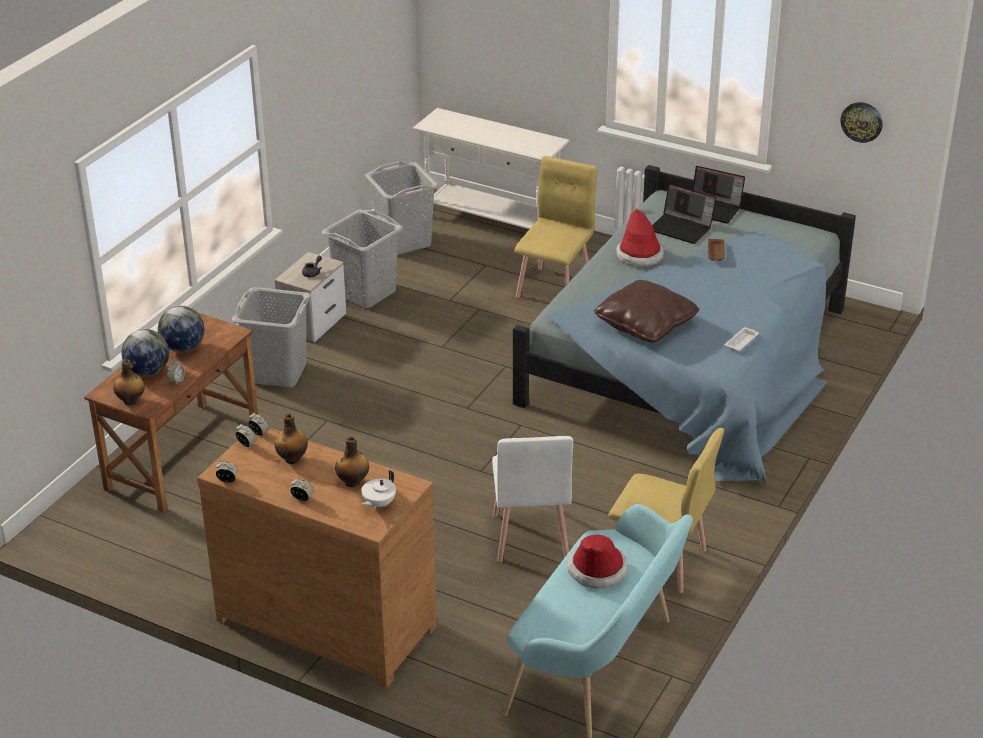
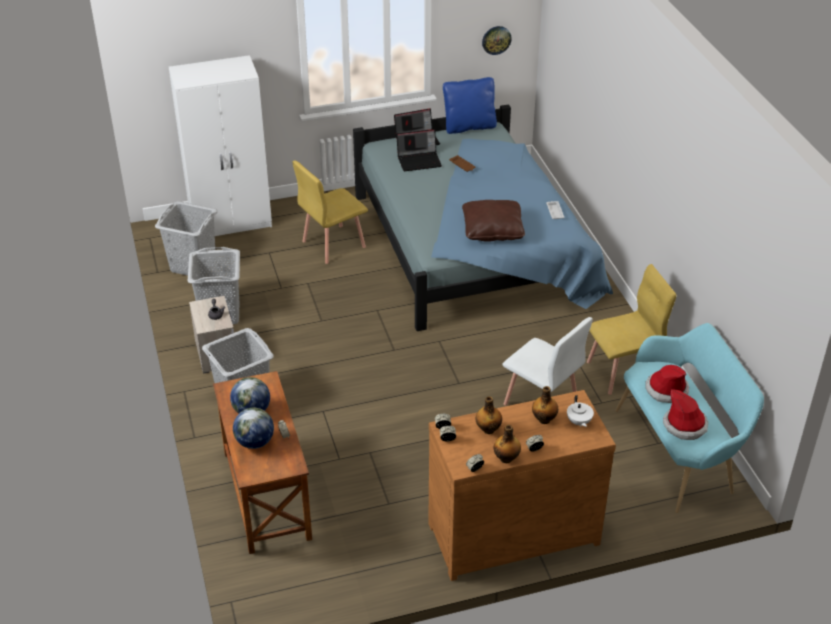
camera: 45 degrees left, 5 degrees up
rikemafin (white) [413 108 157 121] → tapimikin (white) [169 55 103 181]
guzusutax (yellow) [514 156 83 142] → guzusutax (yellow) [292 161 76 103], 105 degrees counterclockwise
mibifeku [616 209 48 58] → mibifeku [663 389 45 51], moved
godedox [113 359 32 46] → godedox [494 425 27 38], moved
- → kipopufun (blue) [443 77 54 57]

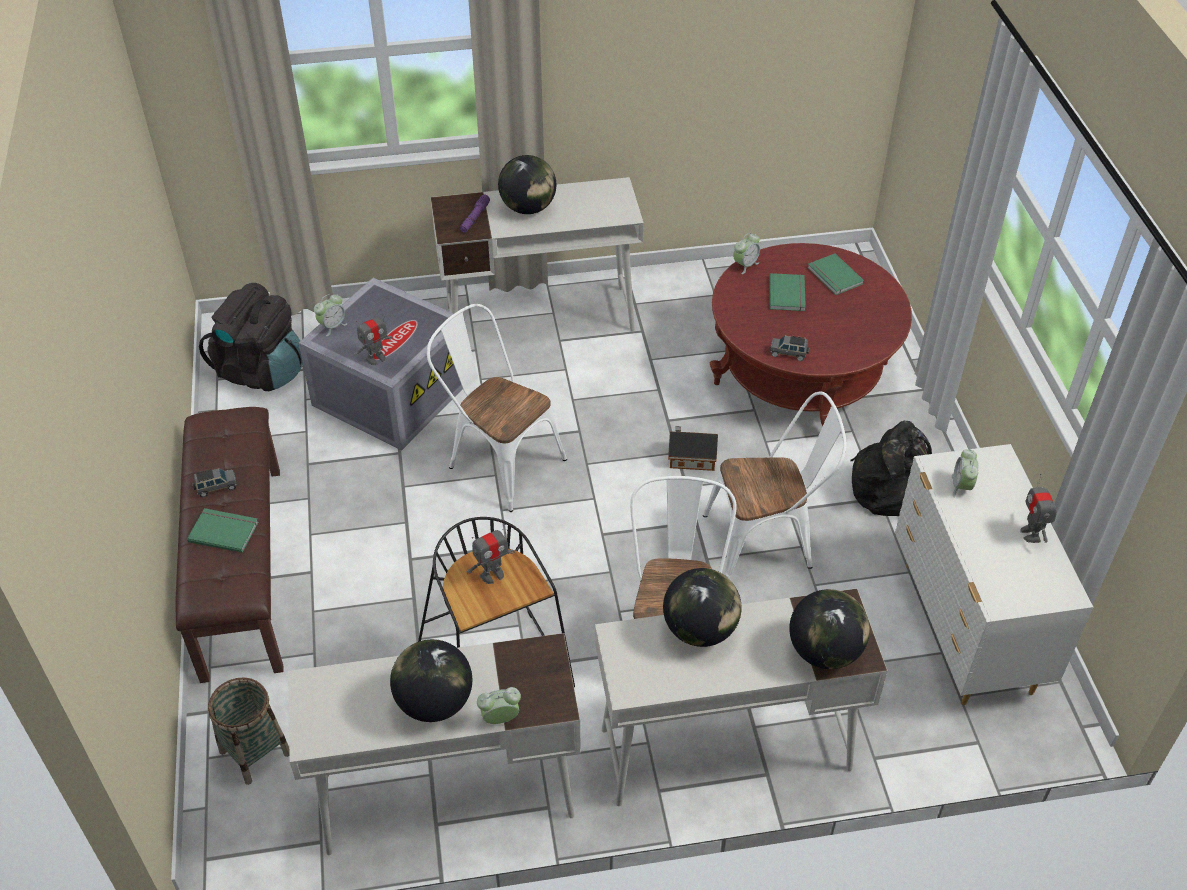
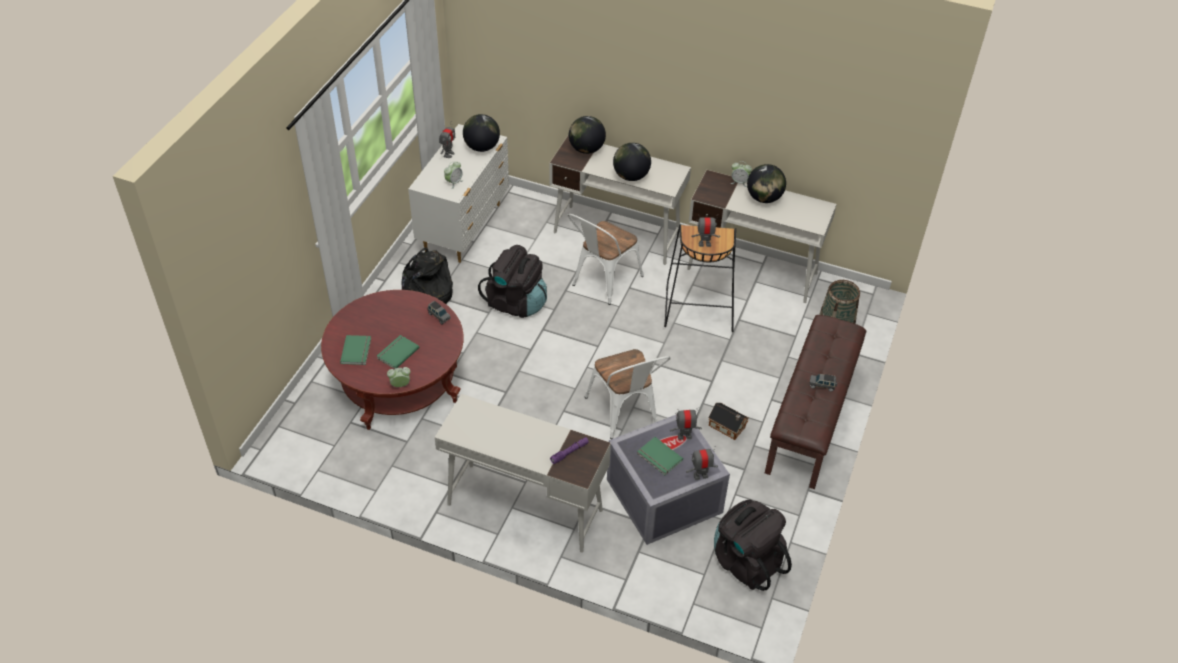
camera: 150 degrees left, 0 degrees up
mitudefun [498 155 58 59] → mitudefun [463 114 37 38], moved
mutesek [314 294 33 42] → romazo [686 446 32 34]
guzusutax (white) [703 391 144 187] → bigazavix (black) [478 245 69 73]
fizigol [668 426 50 45] → fizigol [708 403 40 37], moved
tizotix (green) [187 508 72 45] → tizotix (green) [637 437 46 38], moved

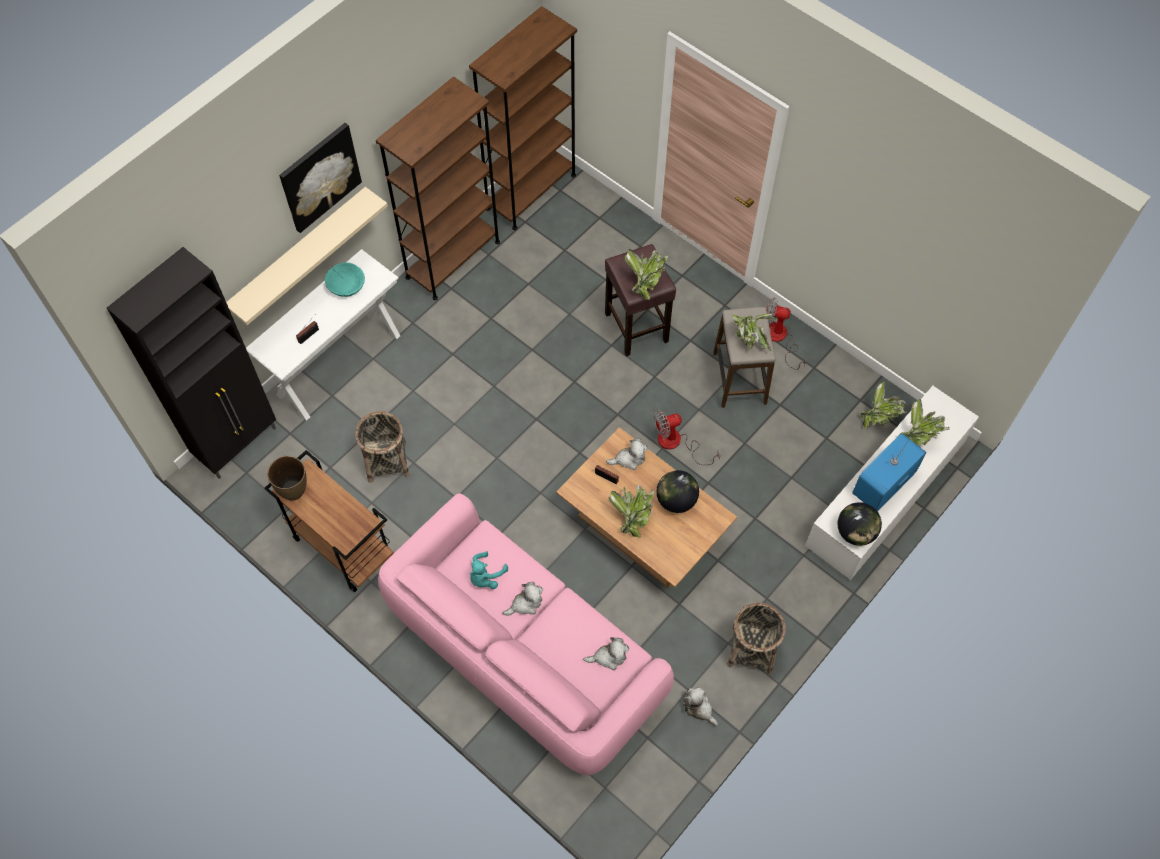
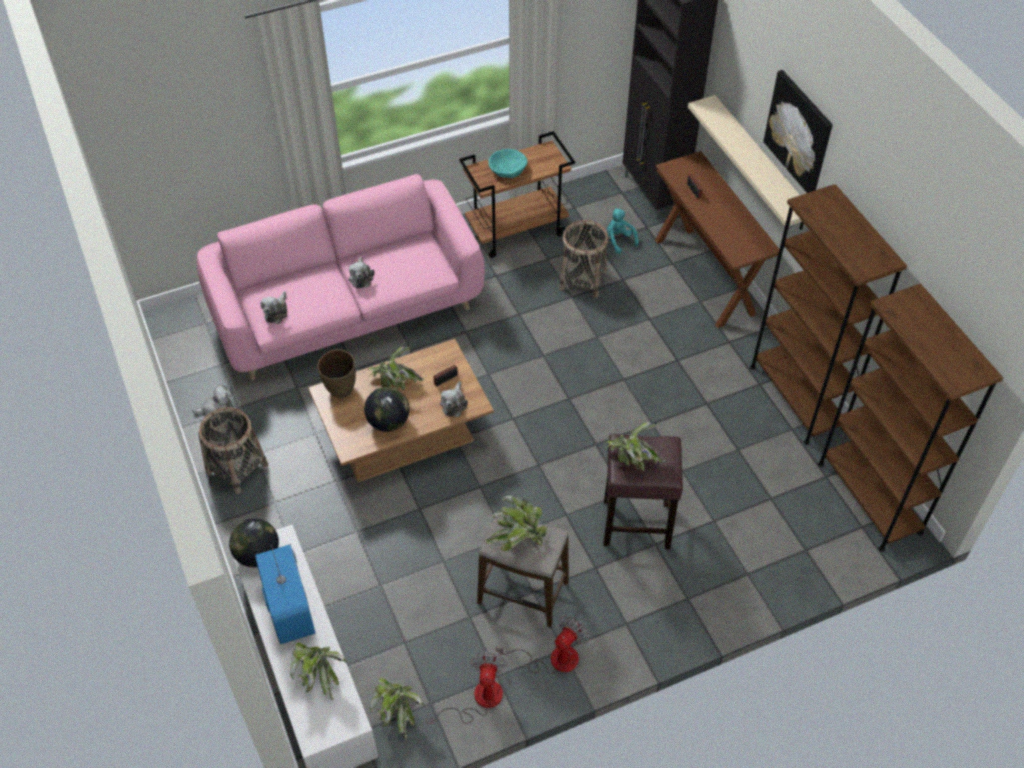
camera: 115 degrees right, 10 degrees down
rikemafin (white) [246 249 154 172] → rikemafin (brown) [655 151 124 177]
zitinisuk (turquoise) [325 262 40 35] → zitinisuk (turquoise) [489 149 39 29], moved
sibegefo [654 410 66 55] → sibegefo [427 652 81 72], moved
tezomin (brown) [267 456 40 44] → tezomin (brown) [317 349 39 49], moved
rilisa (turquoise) [470 551 38 38] → rilisa (turquoise) [607 208 32 46], moved

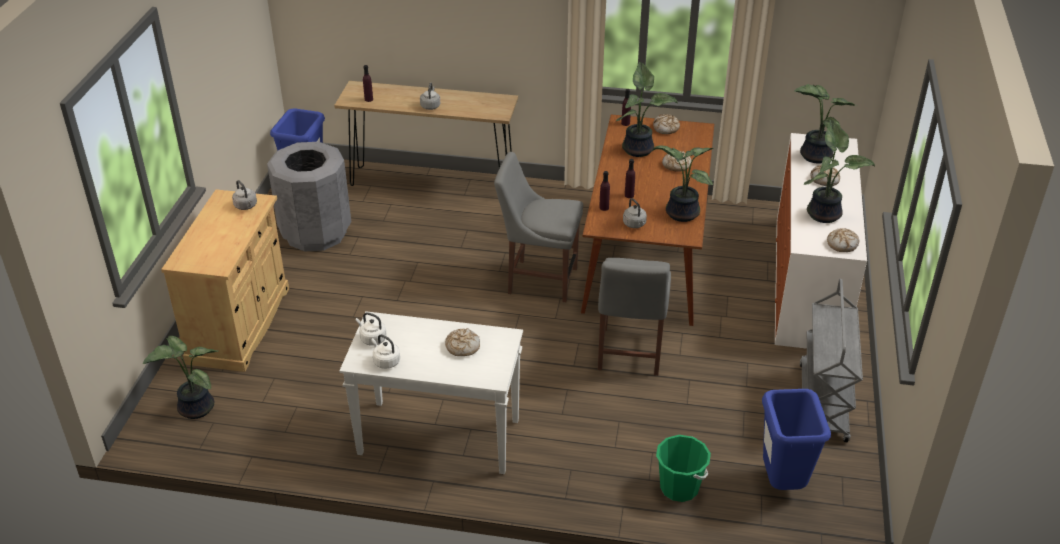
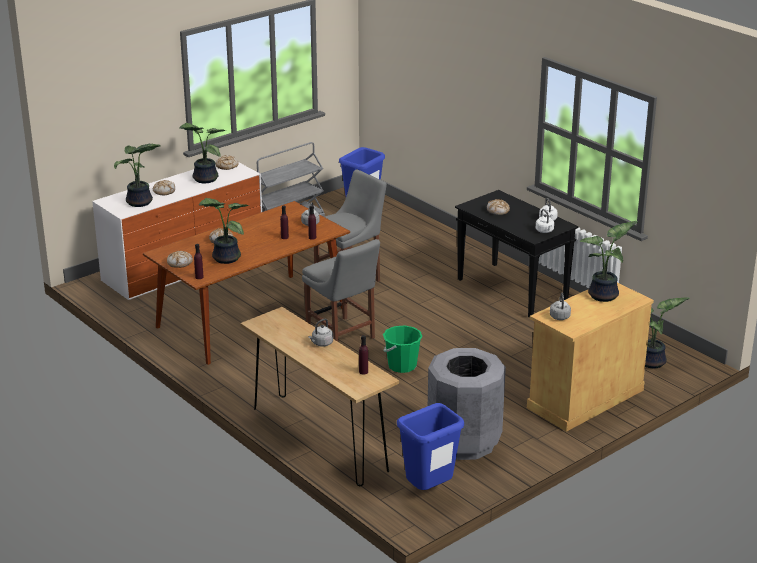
camera: 140 degrees left, 10 degrees down
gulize [653 145 61 77] → gulize [579 221 59 81], moved
rikemafin (white) [339 311 184 163] → rikemafin (black) [455 190 123 128]
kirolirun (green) [656 435 55 67] → kirolirun (green) [383 325 39 48], moved

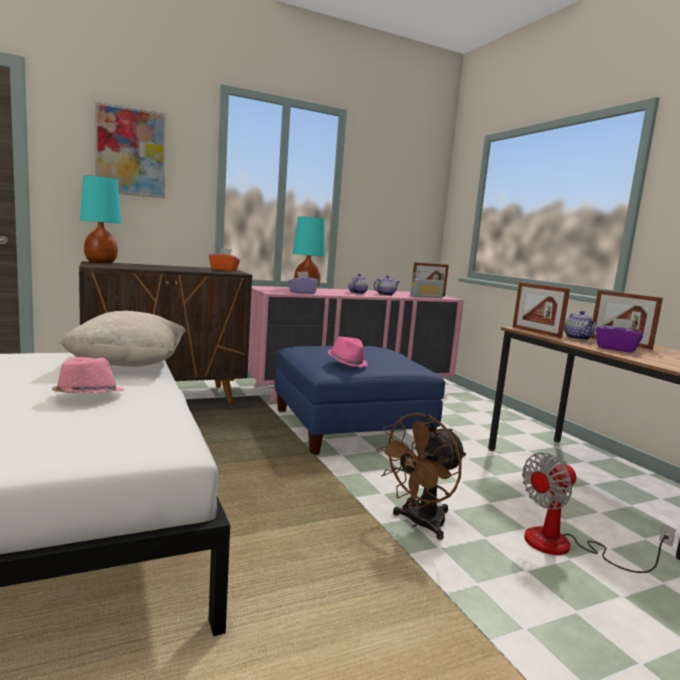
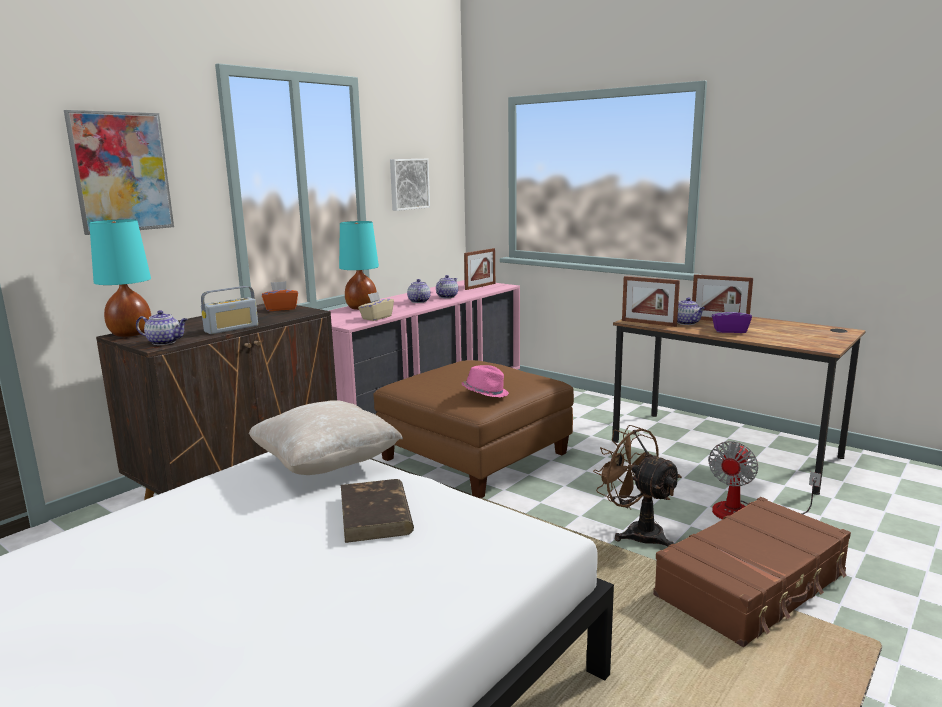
camera: 25 degrees left, 5 degrees up
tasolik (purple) [288 271 31 23] → tasolik (beige) [358 292 36 29]
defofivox [411 271 33 27] → defofivox [201 286 57 48], moved
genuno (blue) [275 346 170 109] → genuno (brown) [373 360 201 138]
mibifeku (pink) [52 357 73 36] → tizotix (brown) [341 479 73 64]
sibegefo (brown) [376 413 90 127] → sibegefo (brown) [593 425 89 122], 120 degrees clockwise
- → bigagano [390 159 40 52]
- → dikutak [136 310 52 35]
- → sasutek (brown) [653 497 198 150]

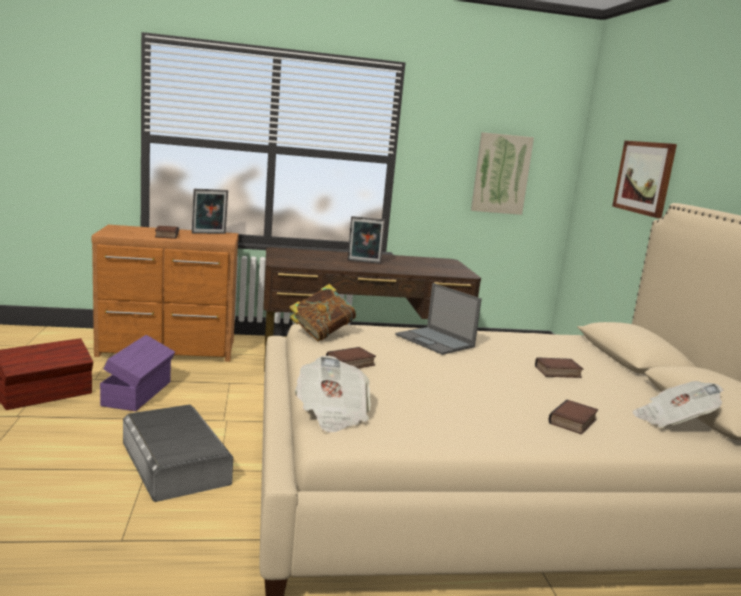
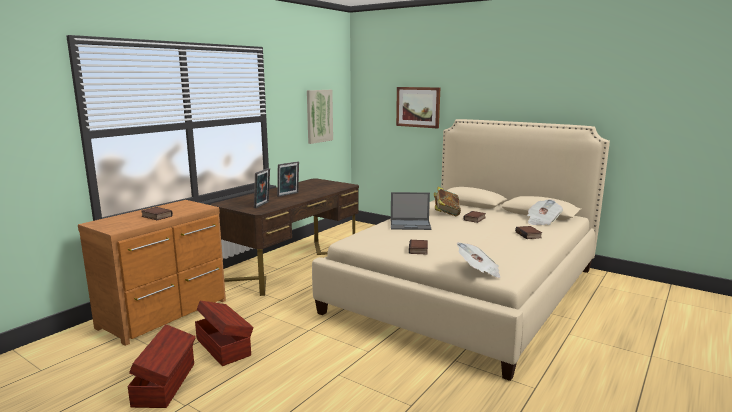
camera: 45 degrees left, 0 degrees up
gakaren [192 189 36 45] → gakaren [254 168 16 40], moved
tizotix [290 284 66 57] → tizotix [434 187 27 29], moved
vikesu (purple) [100 335 75 76] → vikesu (brown) [195 301 59 65]
vikesu (grey) [123 404 110 98] → -

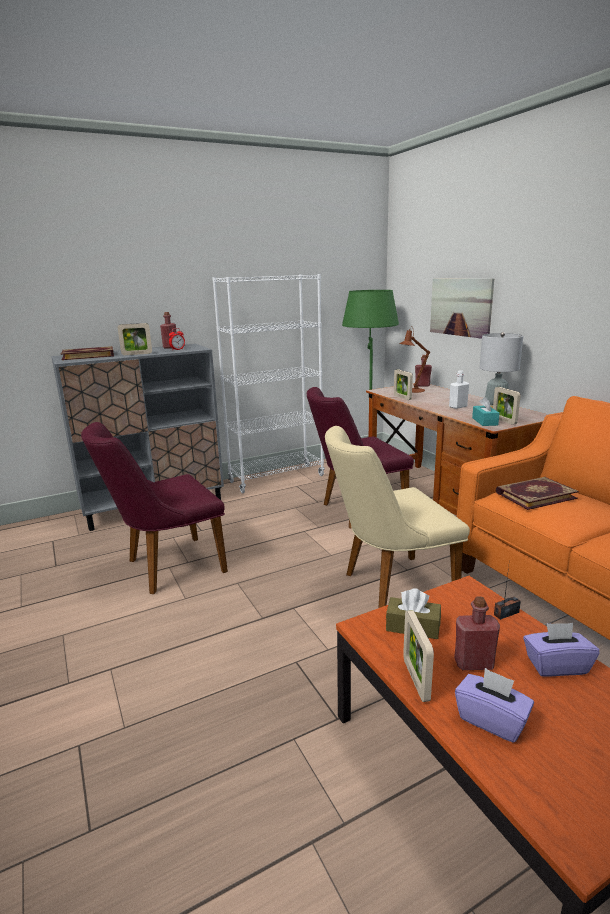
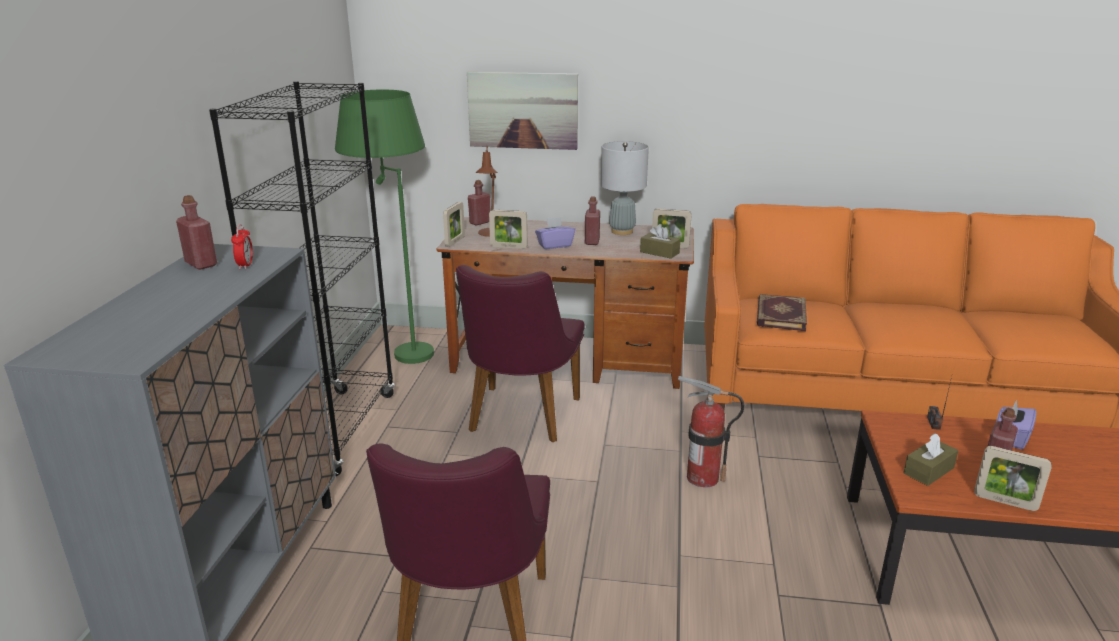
camera: 55 degrees left, 5 degrees up
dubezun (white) [212 274 113 219] → dubezun (black) [209 81 186 395]
gakaren [118 323 34 32] → gakaren [443 202 22 45], moved
tizotix [61 346 53 14] → -
godedox (white) [449 370 20 39] → godedox (red) [585 196 15 49]
tasolik (turquoise) [472 397 27 29] → tasolik (brown) [640 224 41 35]
guzusutax (beige) [325 426 145 182] → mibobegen [678 376 66 111]
tasolik (purple) [455 668 79 75] → tasolik (purple) [535 217 40 32], moved

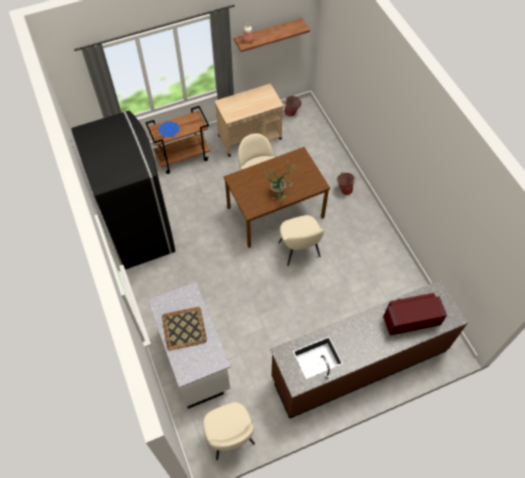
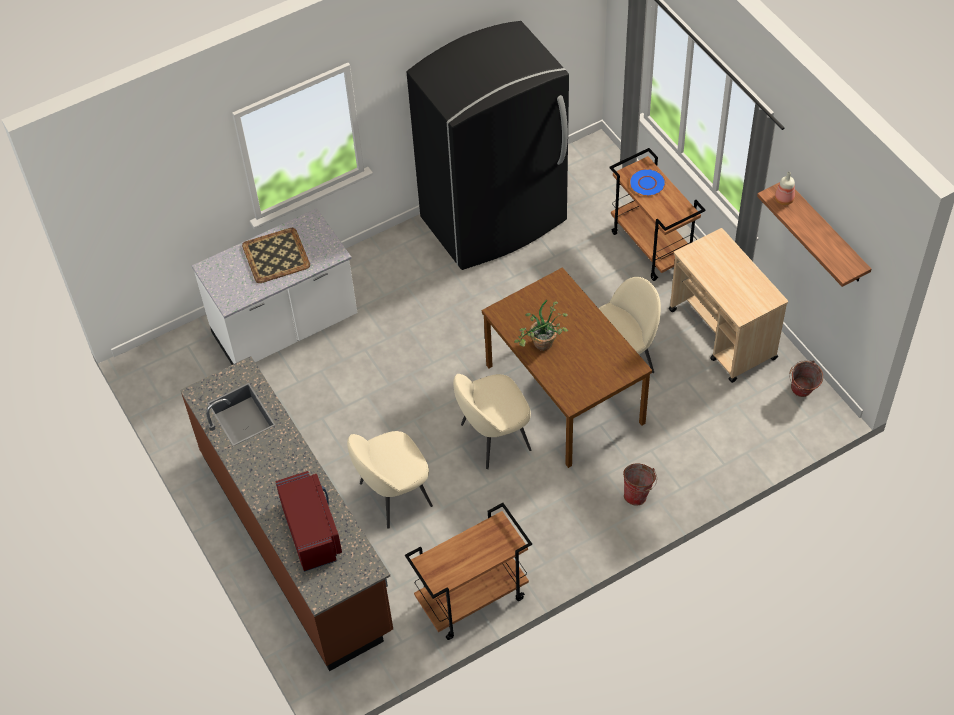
camera: 85 degrees right, 5 degrees down
guzusutax (beige) [203 402 52 58] → guzusutax (beige) [347 431 86 98], moved
- → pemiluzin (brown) [405 503 127 137]

